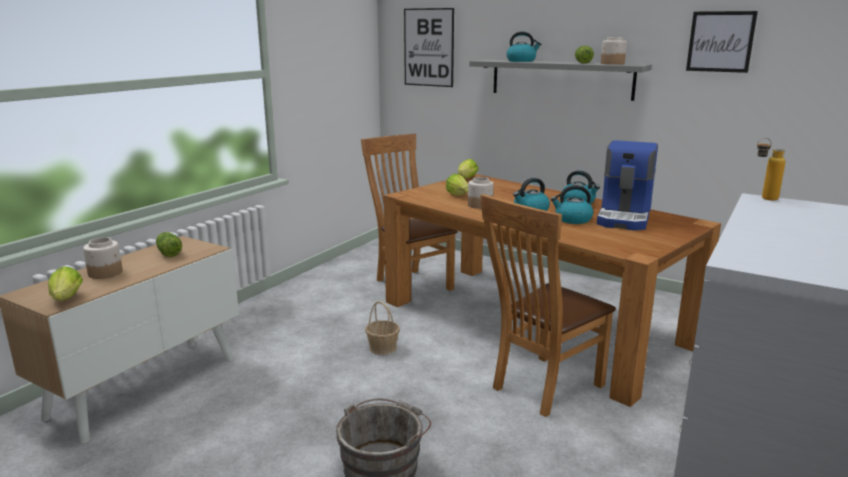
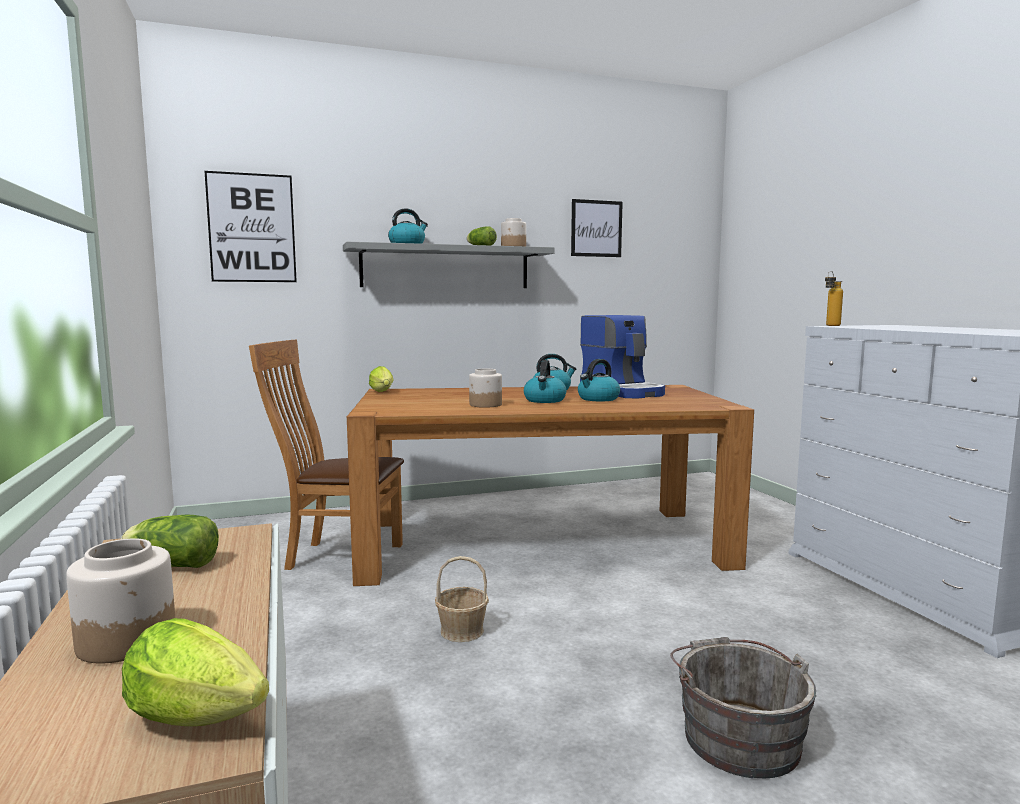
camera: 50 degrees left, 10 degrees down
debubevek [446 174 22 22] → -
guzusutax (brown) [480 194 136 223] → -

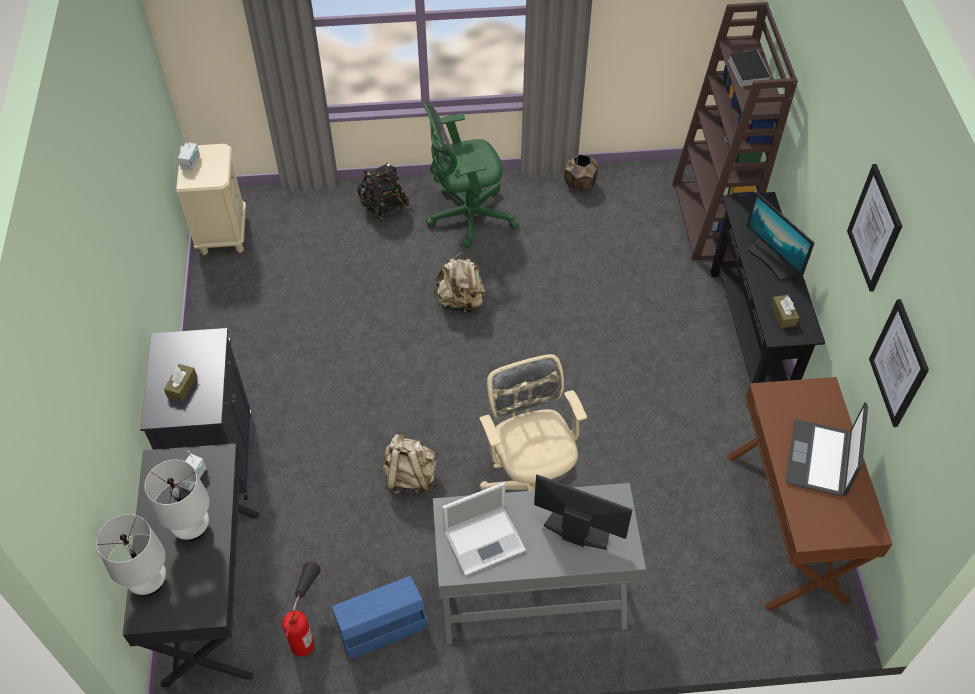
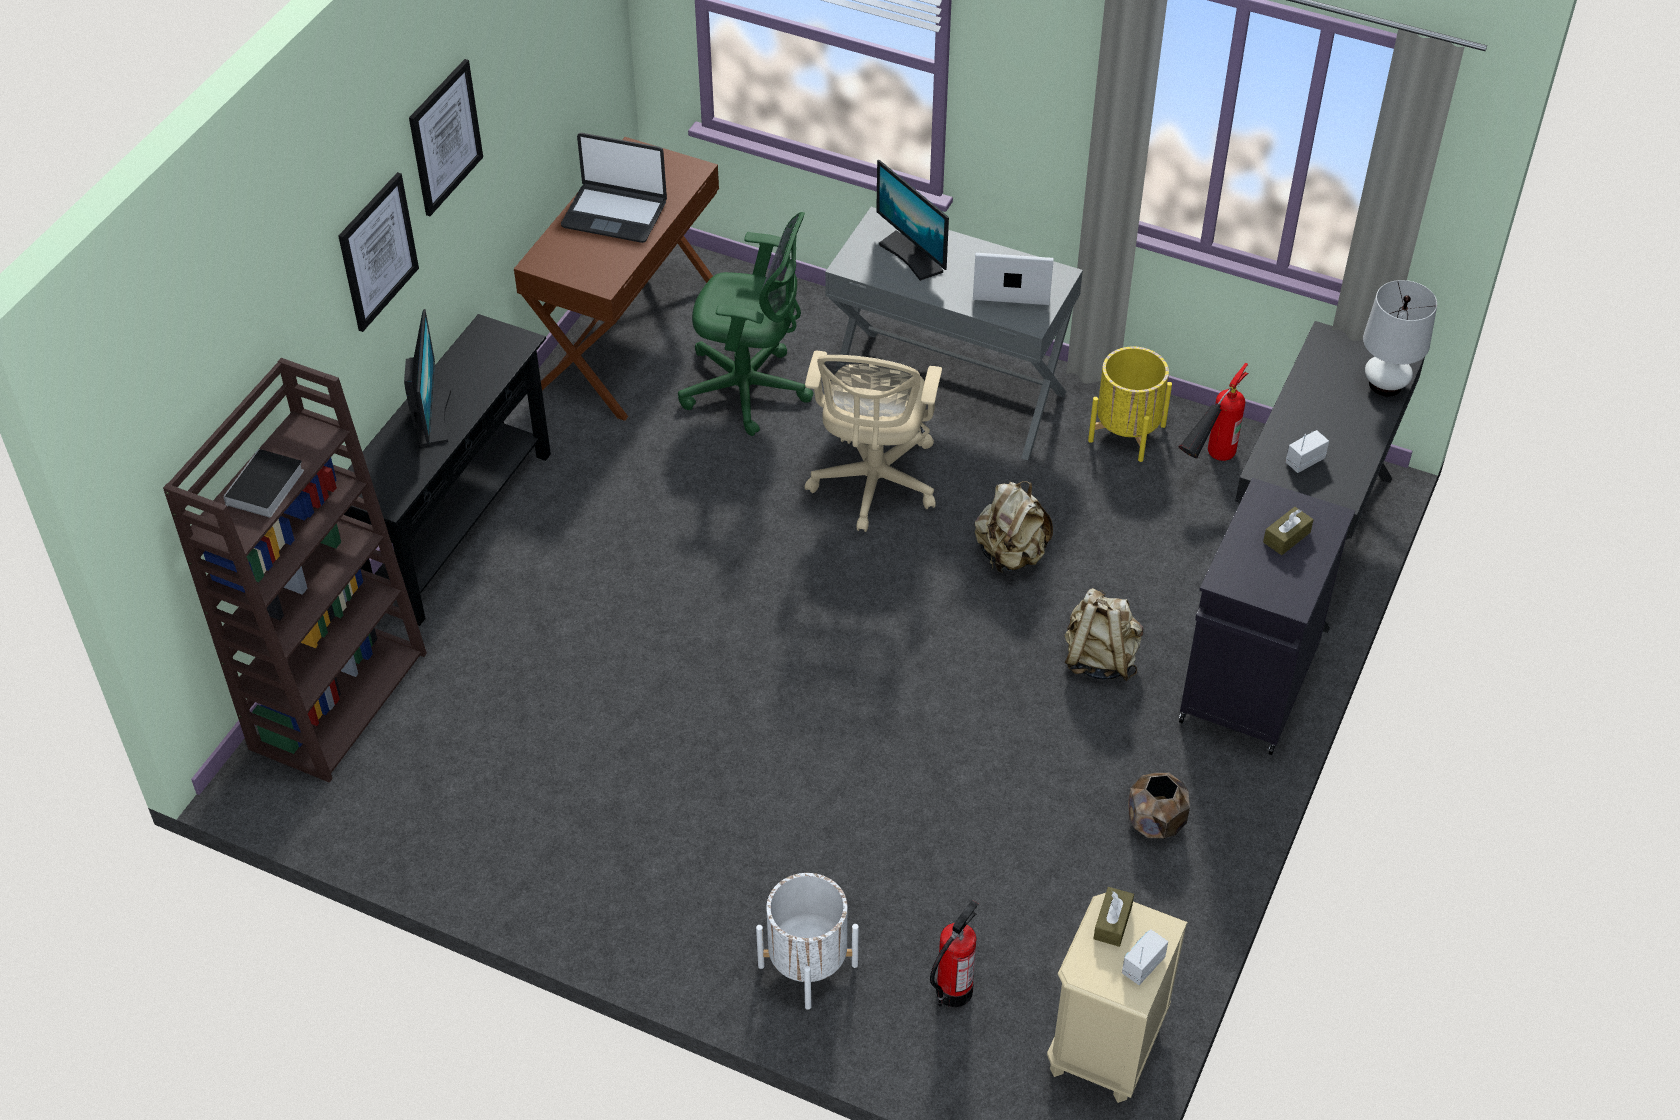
camera: 150 degrees left, 5 degrees down
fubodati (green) [423 102 96 147] → fubodati (green) [678 212 136 224], moved
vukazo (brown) [564 154 34 37] → vukazo (brown) [1128 773 62 65], moved
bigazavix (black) [357 163 53 57] → vukazo (white) [756 873 103 137]
bigazavix (beige) [434 252 52 63] → bigazavix (beige) [1065 588 78 93], moved
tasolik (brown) [771 295 28 33] → tasolik (brown) [1093 887 41 60], moved
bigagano [869 299 60 128] → bigagano [338 172 81 160], moved
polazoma [786 403 82 93] → polazoma [561 133 106 110], 60 degrees clockwise
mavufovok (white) [145 460 65 81] → -
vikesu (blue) [332 576 96 83] → vukazo (yellow) [1088 346 84 116]
- → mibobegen [930 900 48 107]

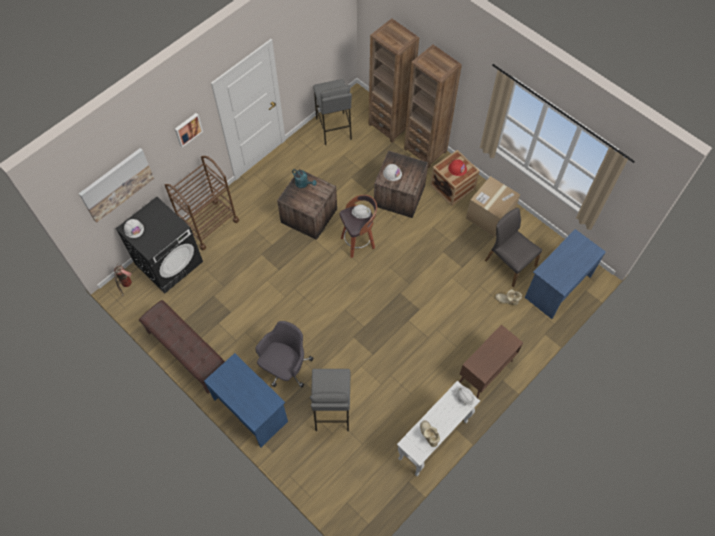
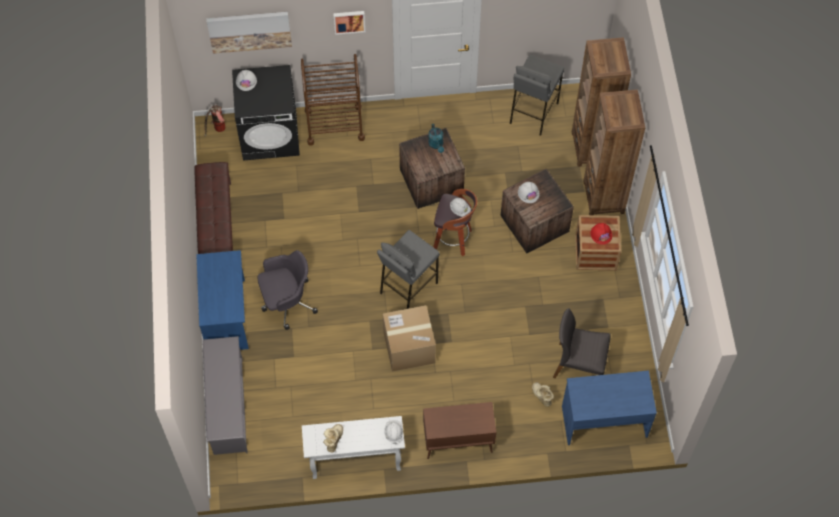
camera: 40 degrees right, 0 degrees up
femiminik [466 176 54 61] → femiminik [383 305 53 67], moved
guzusutax (grey) [485 208 57 79] → guzusutax (grey) [553 308 58 70], 75 degrees counterclockwise
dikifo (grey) [310 369 40 62] → dikifo (grey) [377 230 63 79], moved
- → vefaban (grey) [202 336 46 119]

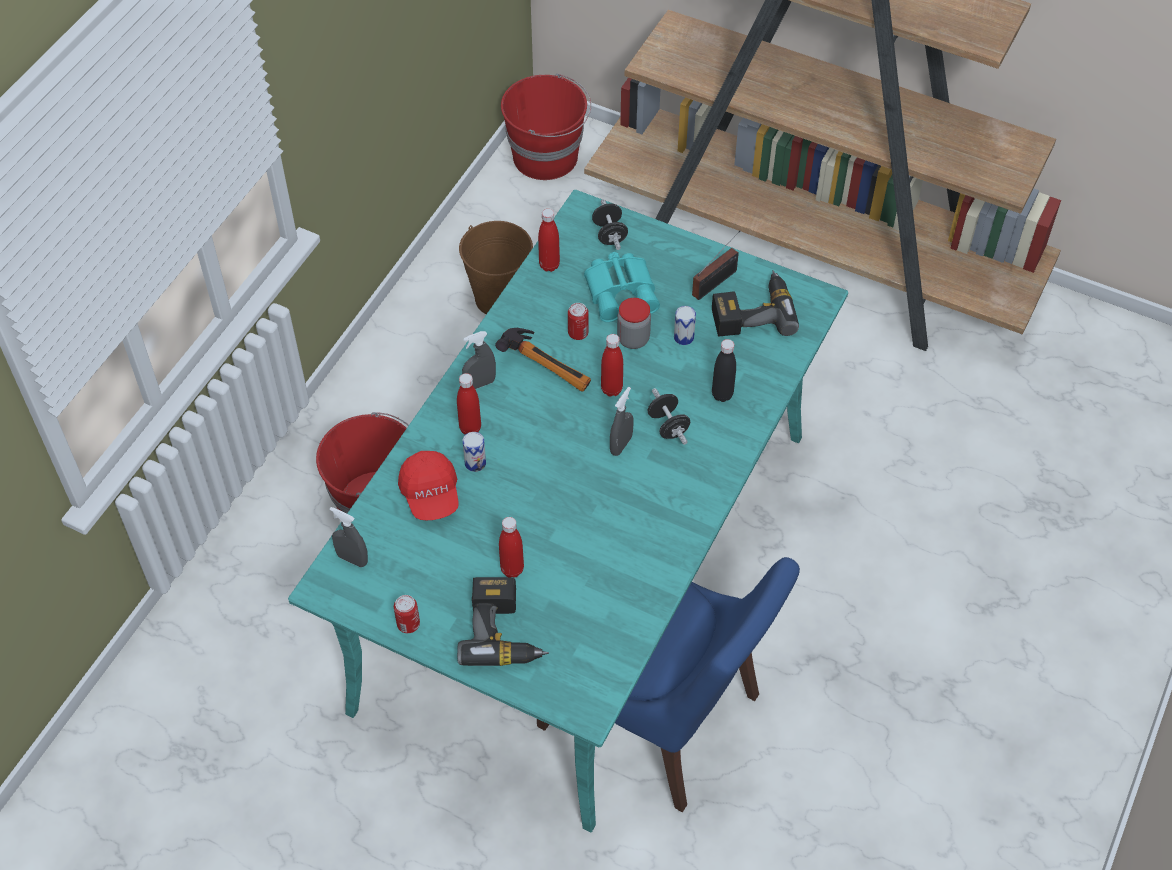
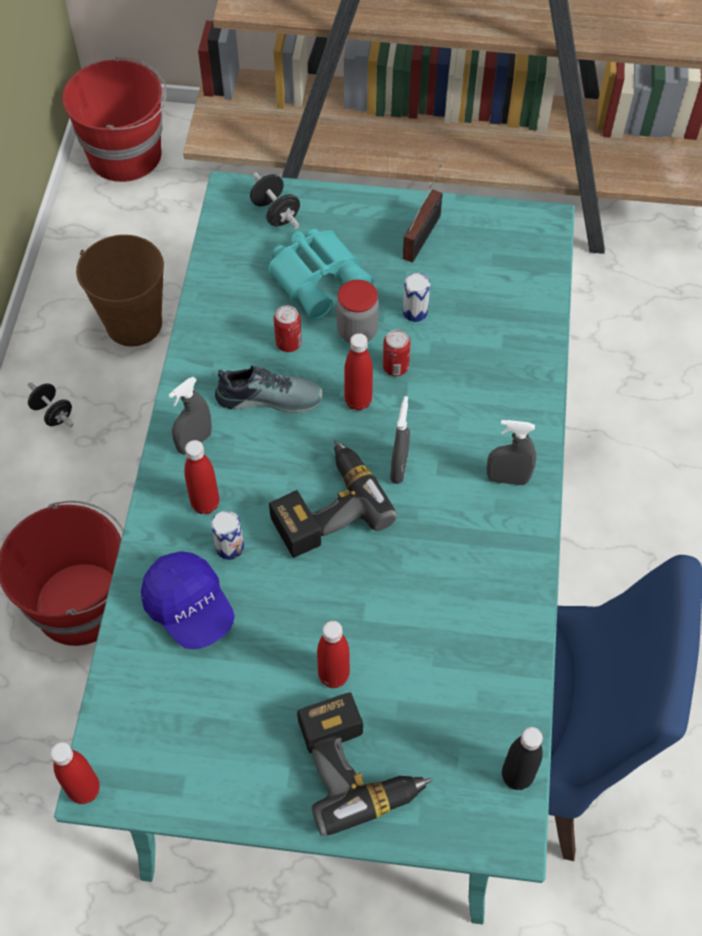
camera: 20 degrees left, 5 degrees up
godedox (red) [538 209 22 63] → godedox (red) [50 742 50 62], moved
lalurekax [712 270 87 67] → lalurekax [269 440 128 118], moved
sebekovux [495 328 96 63] → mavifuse [215 366 108 47]
godedox (black) [712 339 24 63] → godedox (black) [502 727 41 63], moved
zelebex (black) [648 388 42 57] → zelebex (black) [28 382 46 45], moved
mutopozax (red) [398 451 61 69] → mutopozax (blue) [141 551 94 98]
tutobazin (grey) [330 507 38 60] → tutobazin (grey) [486 420 50 65], moved
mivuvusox [394 595 26 38] → mivuvusox [383 330 28 46], moved

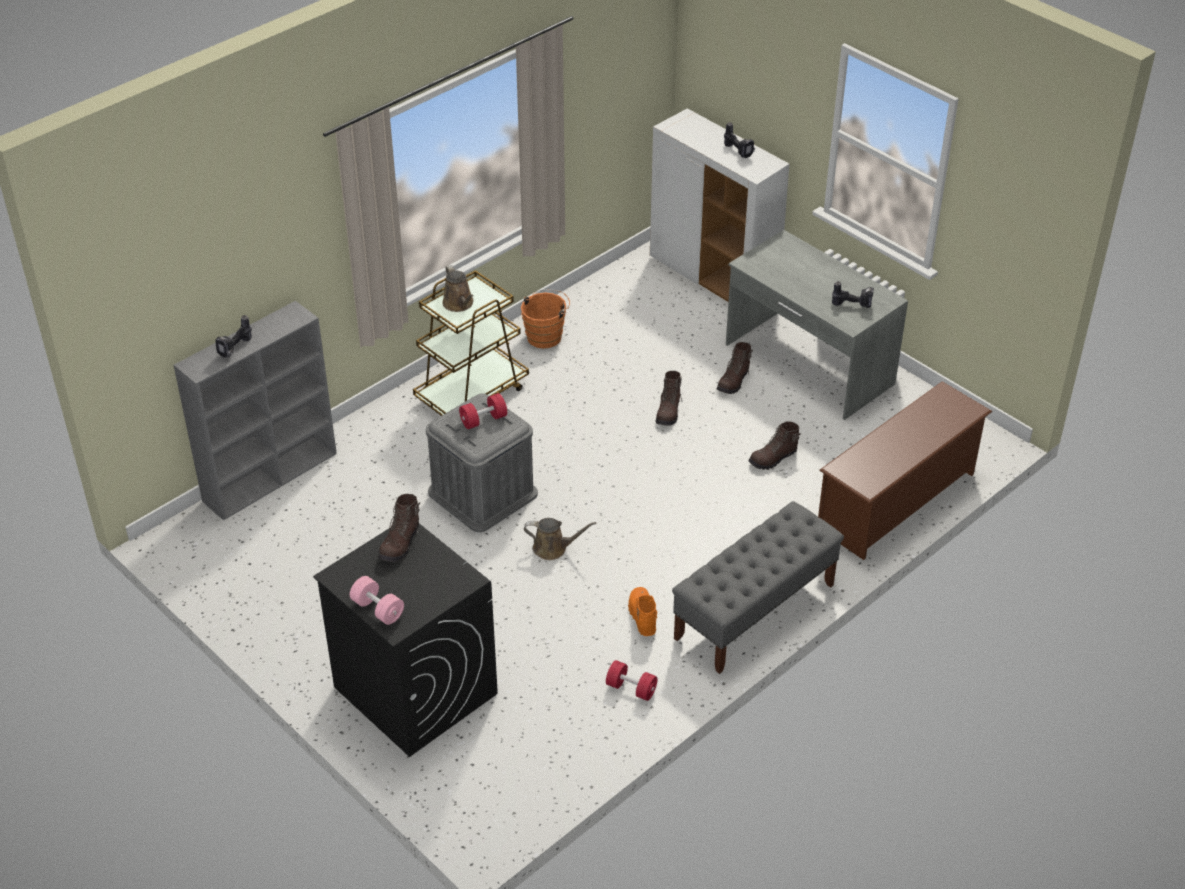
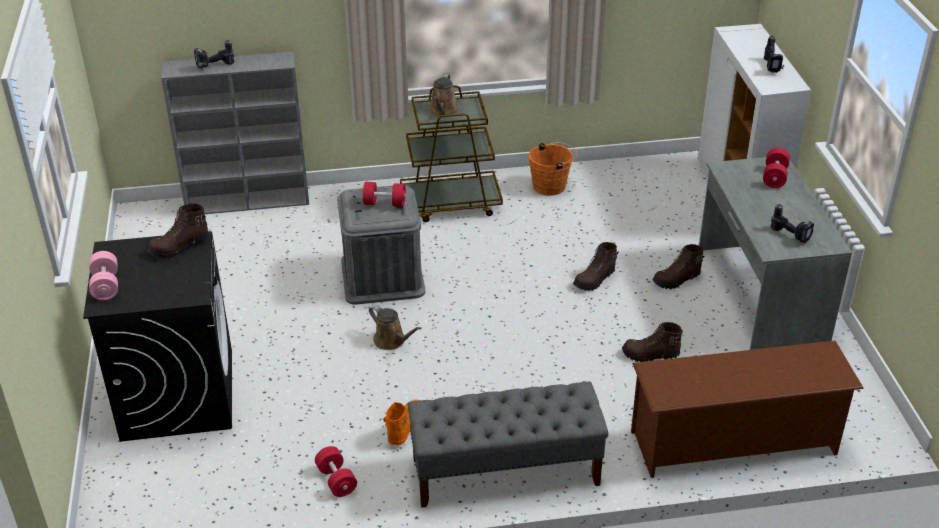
camera: 35 degrees right, 5 degrees down
- → zelebex (red) [763 148 27 40]

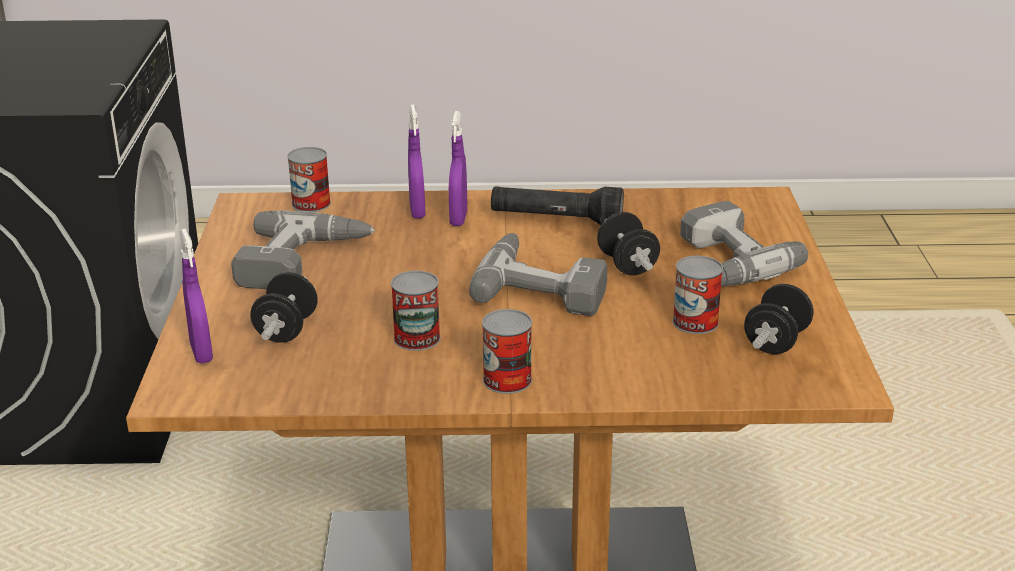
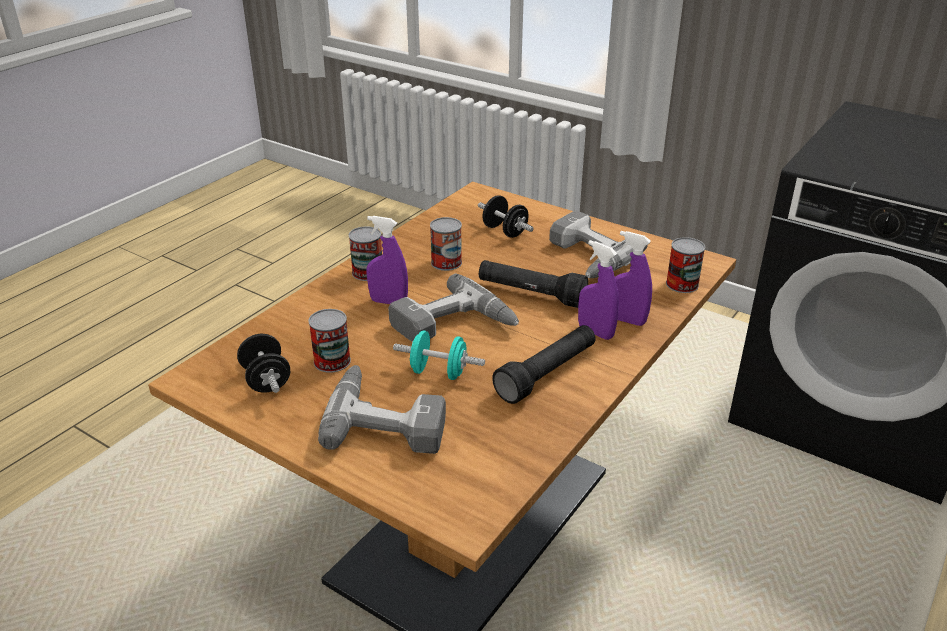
camera: 125 degrees right, 5 degrees up
zelebex (black) [597 212 63 64] → zelebex (turquoise) [393 331 92 49]
tutobazin (purple) [180 229 33 135] → tutobazin (purple) [366 216 42 88], moved
- → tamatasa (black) [479 260 109 48]

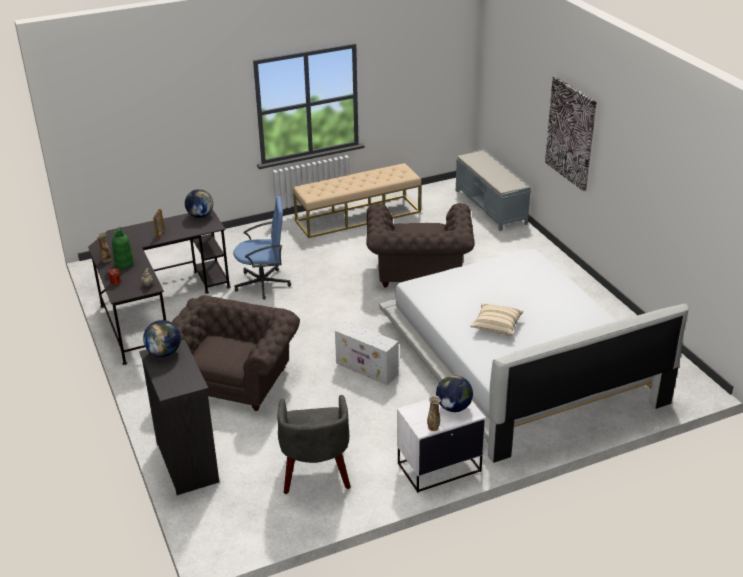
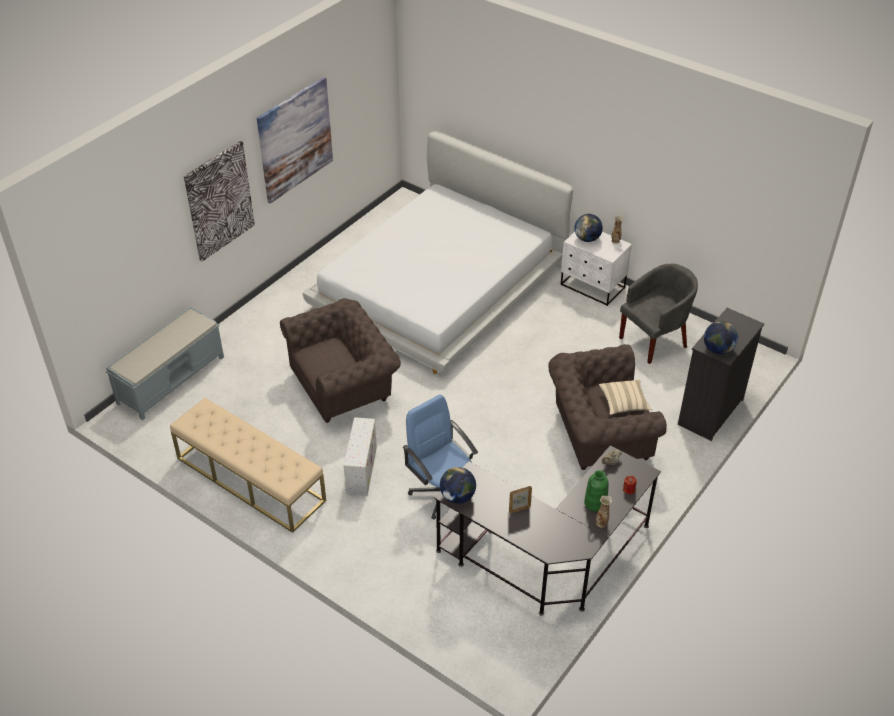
camera: 120 degrees left, 10 degrees up
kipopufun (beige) [470 303 53 33] → kipopufun (beige) [599 379 53 36], moved
vikesu (white) [335 321 64 64] → vikesu (white) [344 417 33 79], moved
- → bigagano [257 77 76 126]

